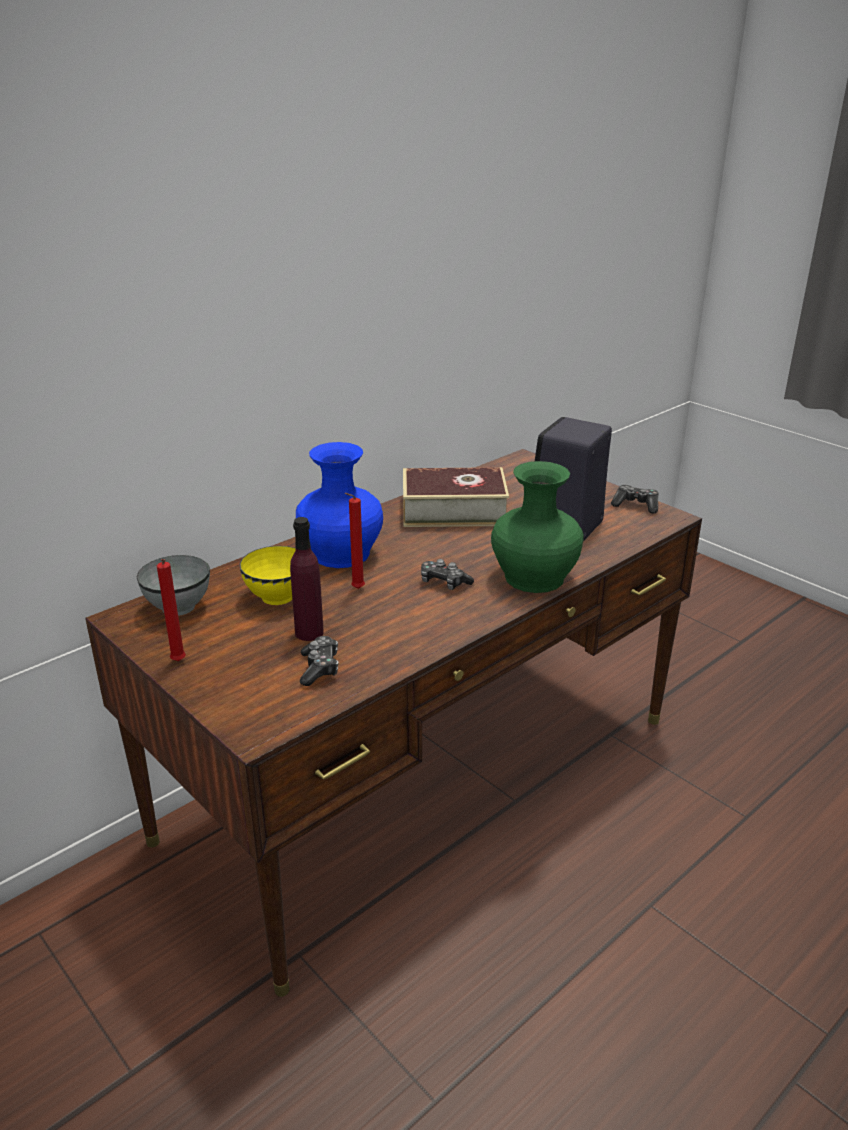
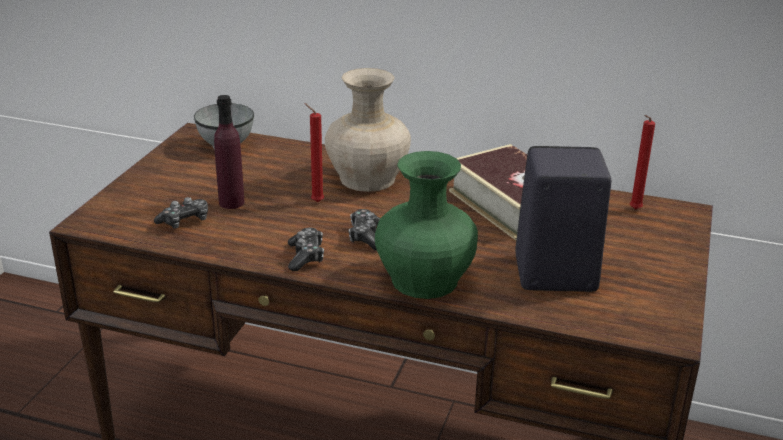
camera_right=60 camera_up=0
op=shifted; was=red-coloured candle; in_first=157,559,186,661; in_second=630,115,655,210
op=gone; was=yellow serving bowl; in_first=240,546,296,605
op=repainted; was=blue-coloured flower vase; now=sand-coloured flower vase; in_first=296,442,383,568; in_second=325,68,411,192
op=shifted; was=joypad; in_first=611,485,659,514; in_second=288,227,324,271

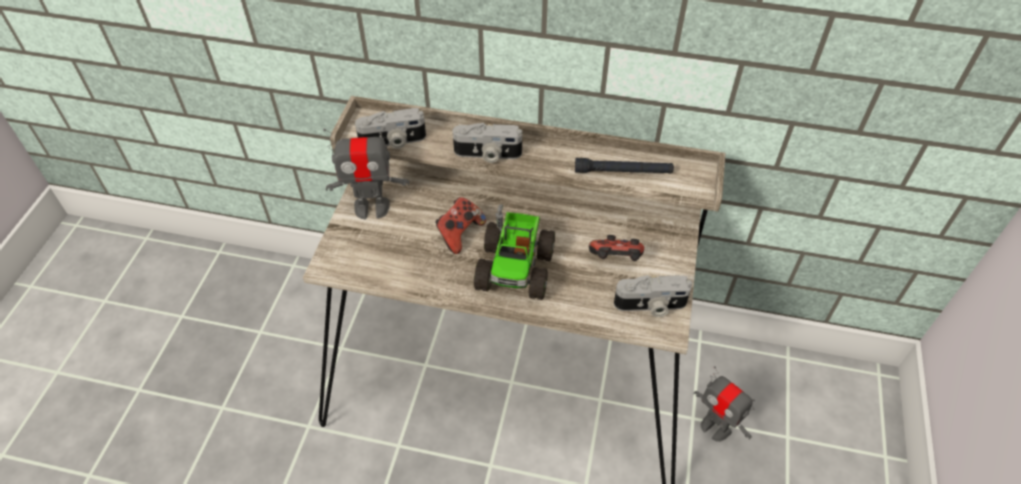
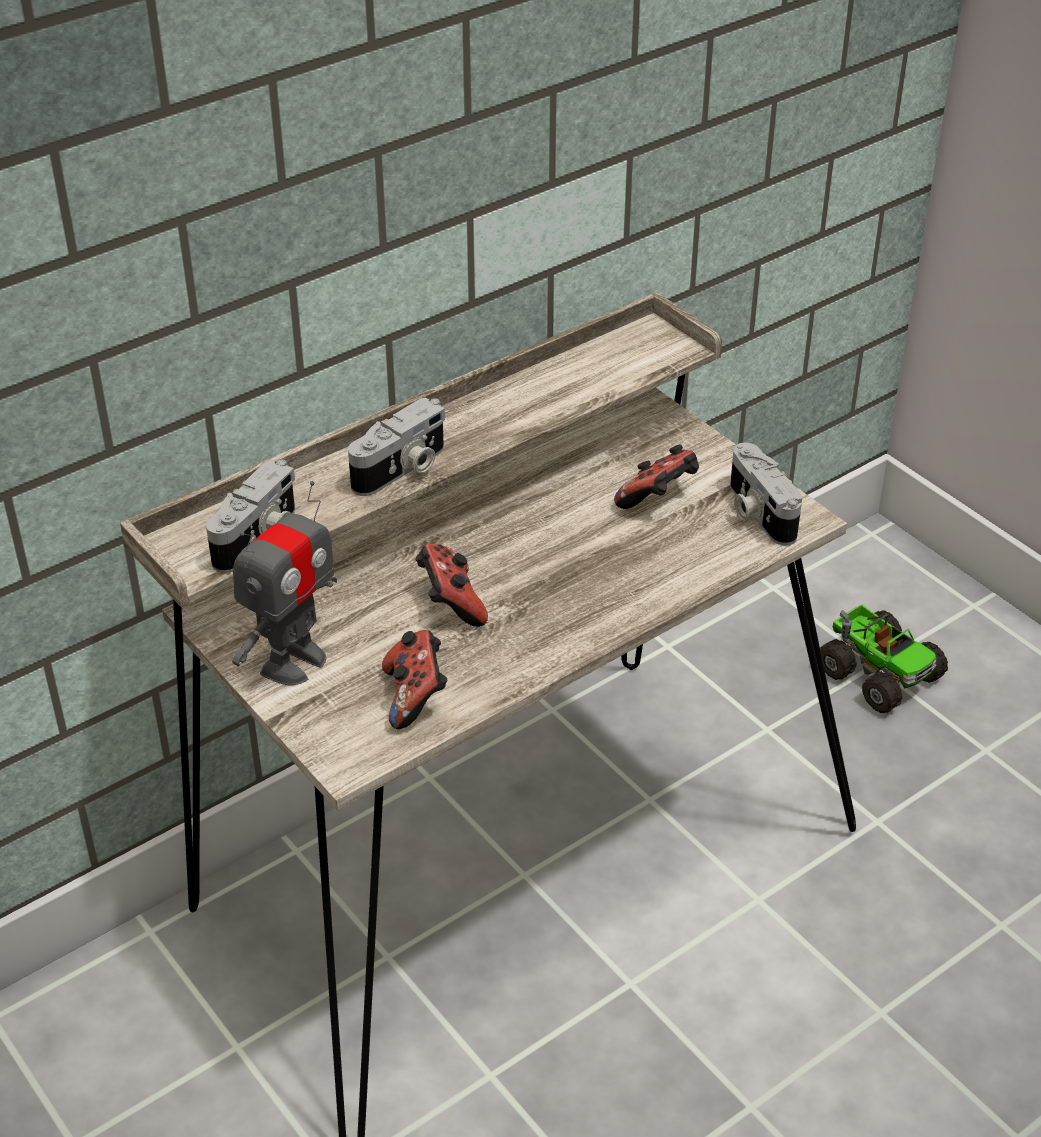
camera_right=-50 camera_up=-10
op=shifted; was=model truck; in_first=474,204,555,300; in_second=820,604,948,713
op=gone; was=black hand torch; in_first=575,158,674,173
op=rotated; was=still camera; in_first=614,275,692,317; in_second=730,443,802,545; clockwise=120
op=gone; was=toy robot; in_first=693,366,755,442
op=new; now=joypad; in_second=382,630,447,729

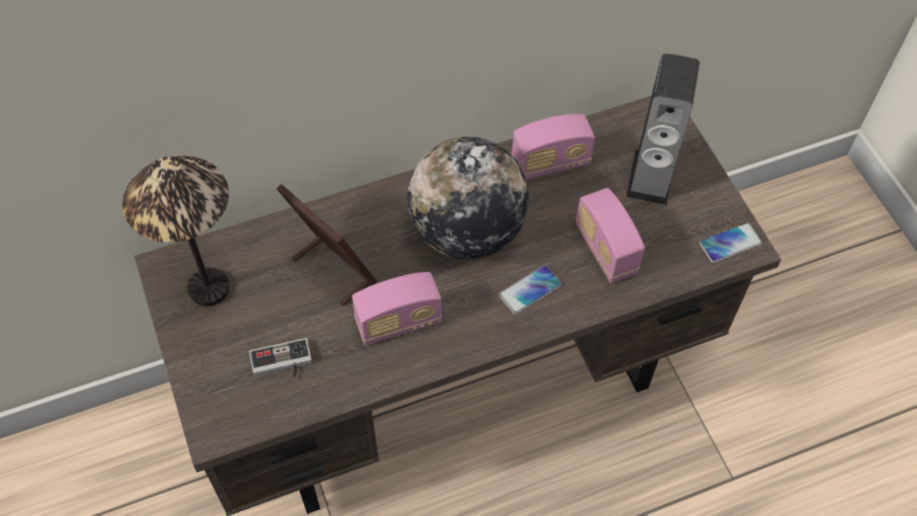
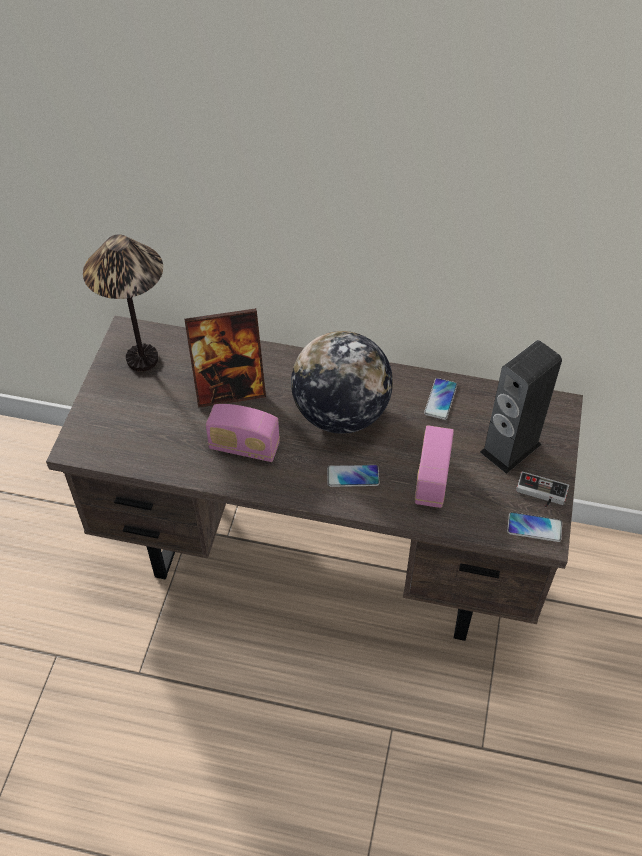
camera_right=35 camera_up=-5
op=shifted; was=joypad; in_first=249,338,312,377; in_second=516,471,569,507
op=rotated; was=photo frame; in_first=276,184,377,306; in_second=184,308,266,408; clockwise=90
op=swapped; was=radio set; now=phone; in_first=511,114,595,180; in_second=424,378,457,420

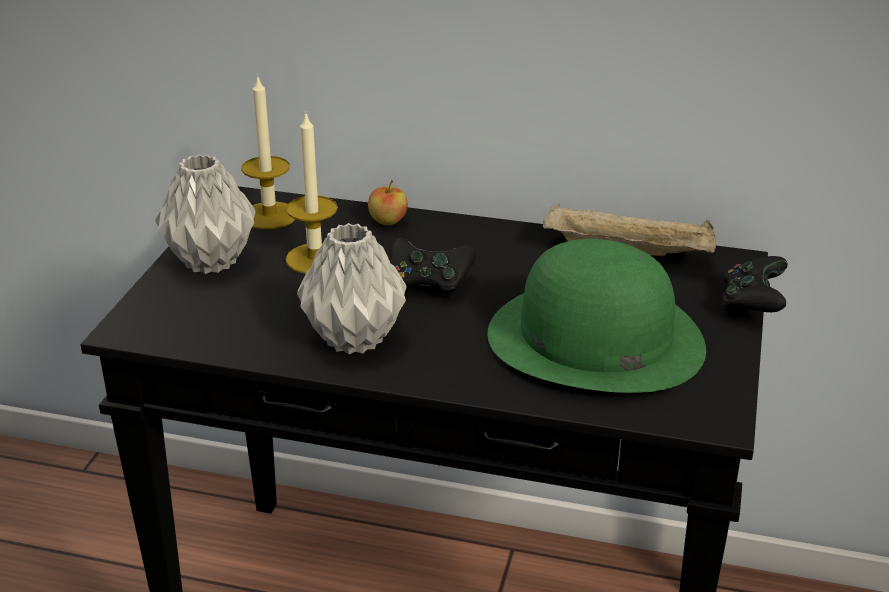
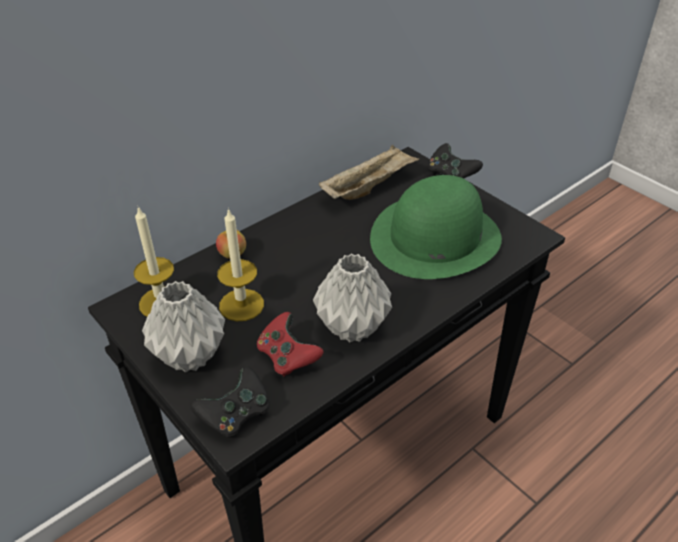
camera_right=-55 camera_up=10
op=shifted; was=black joypad; in_first=390,237,476,298; in_second=190,366,270,438
op=new; now=red-coloured joypad; in_second=257,312,323,376

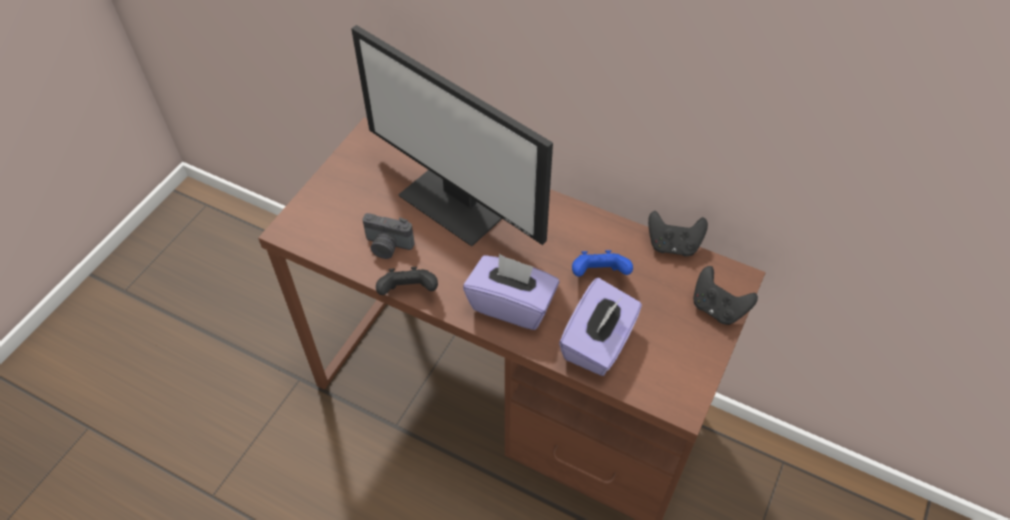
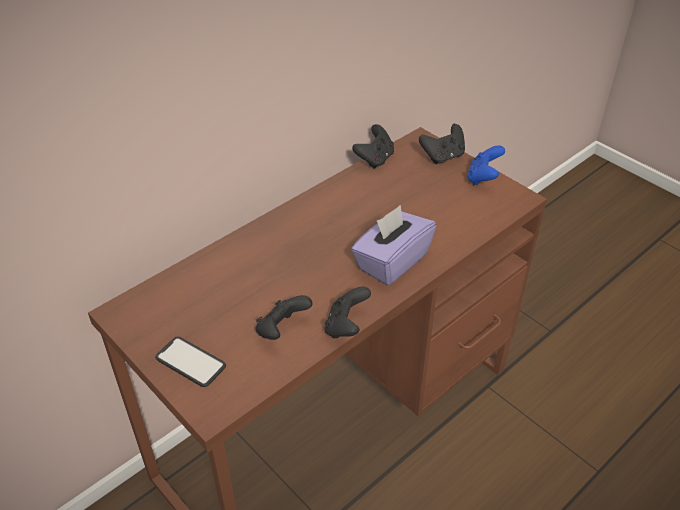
camera_right=-70 camera_up=-10
op=gone; was=computer display; in_first=351,25,553,246
op=swapped; was=still camera; now=black joypad; in_first=362,213,415,259; in_second=256,295,312,340
op=gone; was=purple tissue box; in_first=559,278,642,376
op=shifted; was=blue-coloured joypad; in_first=572,250,633,277; in_second=467,145,505,185
op=new; now=phone; in_second=155,336,226,387

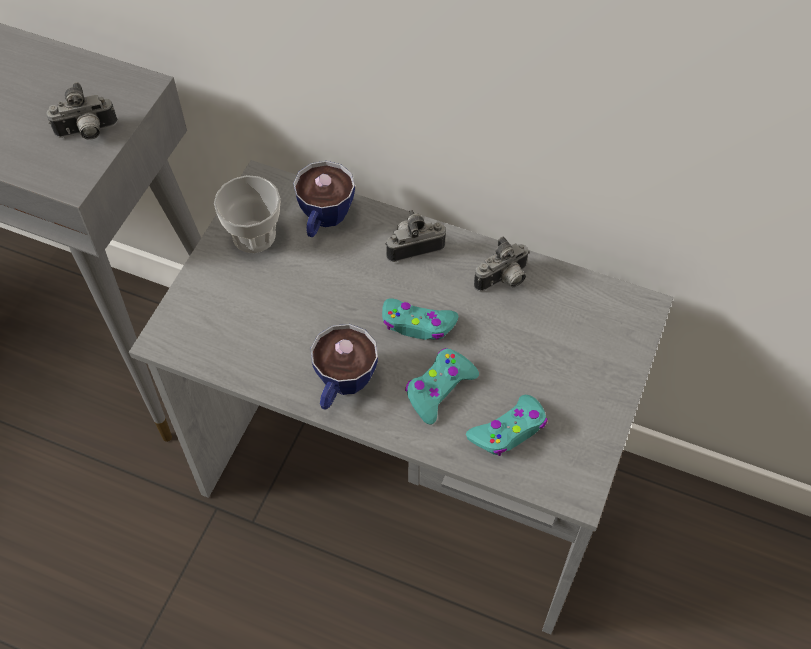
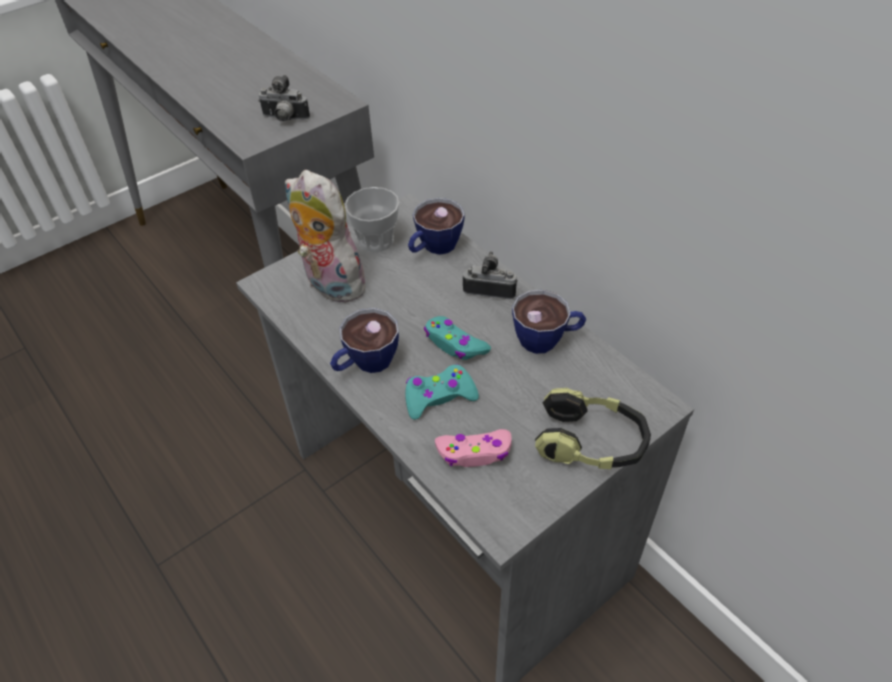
camera_right=30 camera_up=-10
op=repainted; was=turquoise-coloured joypad; now=pink-coloured joypad; in_first=466,395,548,456; in_second=435,429,512,467
op=swapped; was=still camera; now=drinking cup; in_first=474,237,530,292; in_second=512,290,586,354
op=new; now=plush toy; in_second=285,170,373,303
op=new; now=pair of headphones; in_second=535,388,651,469

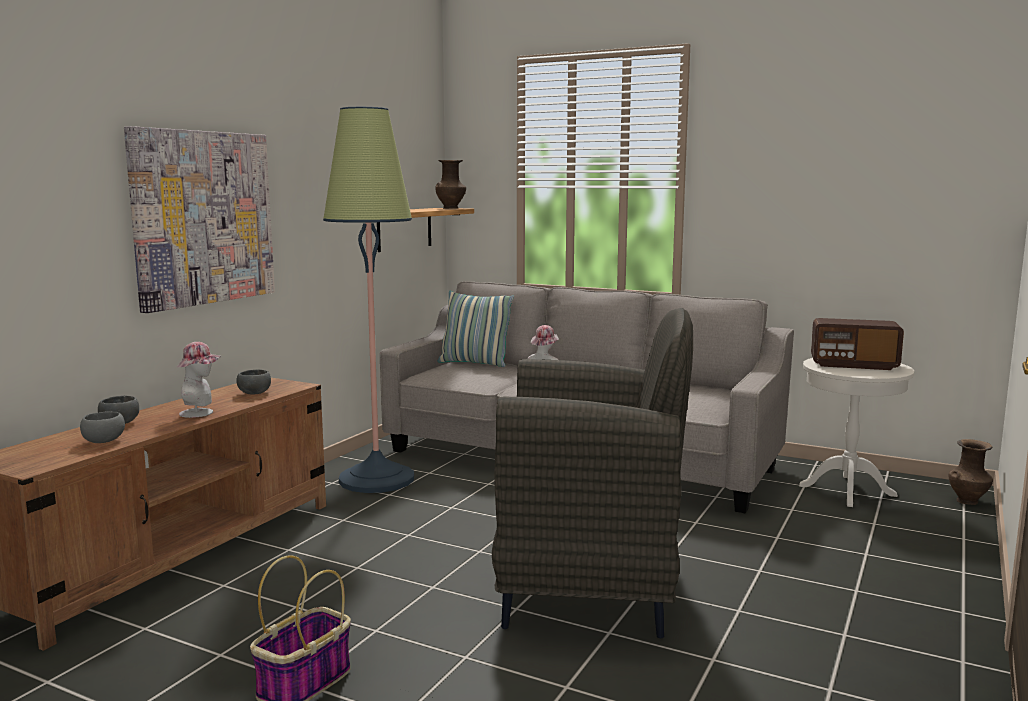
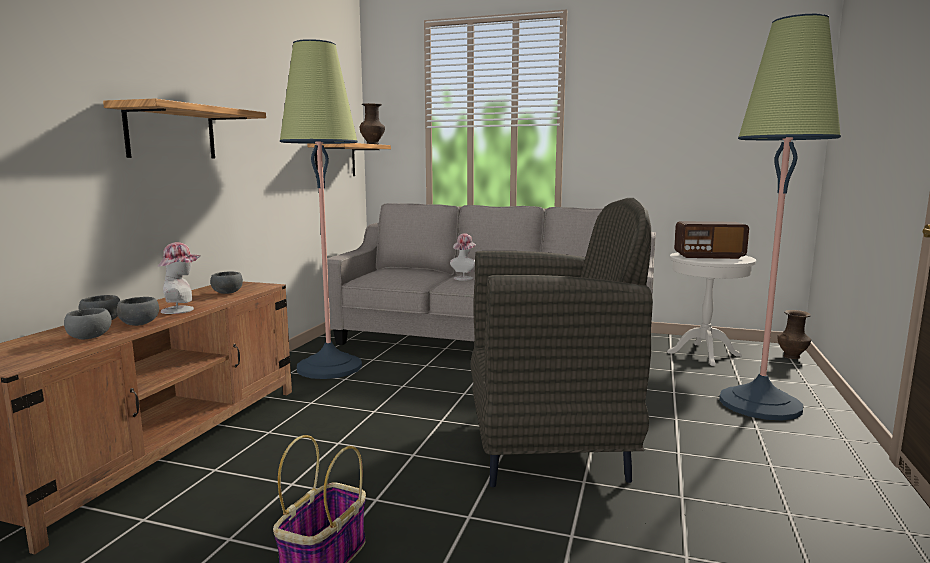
camera_right=-10 camera_up=0
op=swapped; was=wall picture; now=shelf; in_first=124,126,275,313; in_second=103,98,266,158
op=gone; was=pillow; in_first=438,291,514,367
op=new; now=gray serving bowl; in_second=117,297,159,326
op=new; now=standard lamp; in_second=719,14,841,421

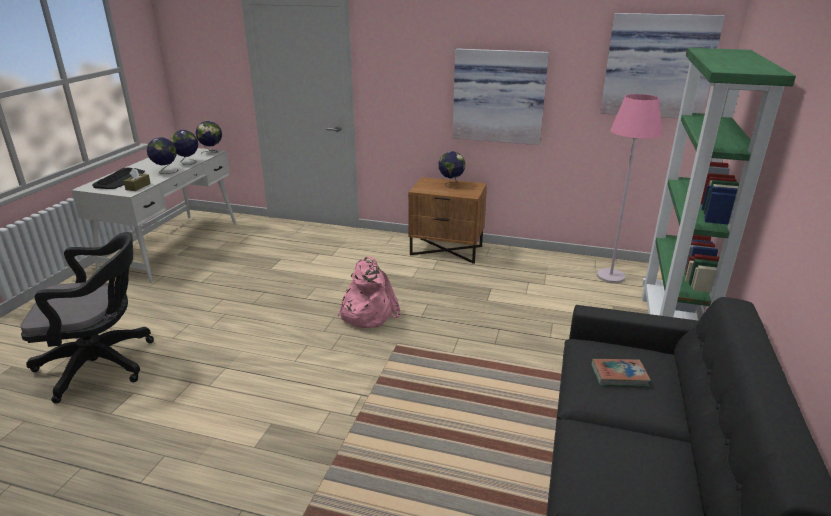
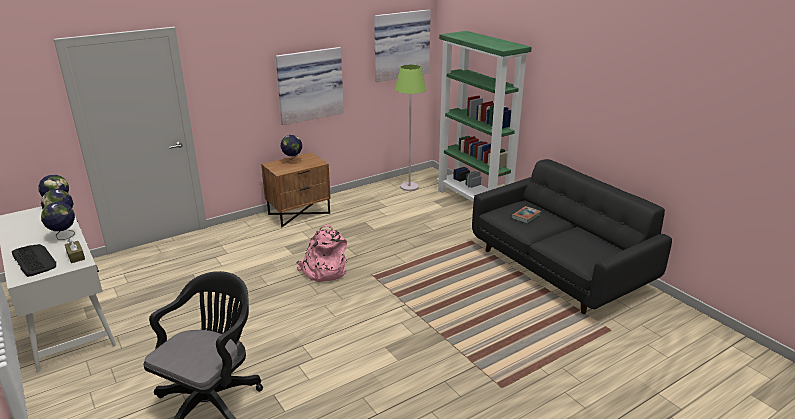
camera_right=-50 camera_up=0
op=repainted; was=pink-coloured standard lamp; now=green-coloured standard lamp; in_first=597,94,662,283; in_second=395,64,427,191

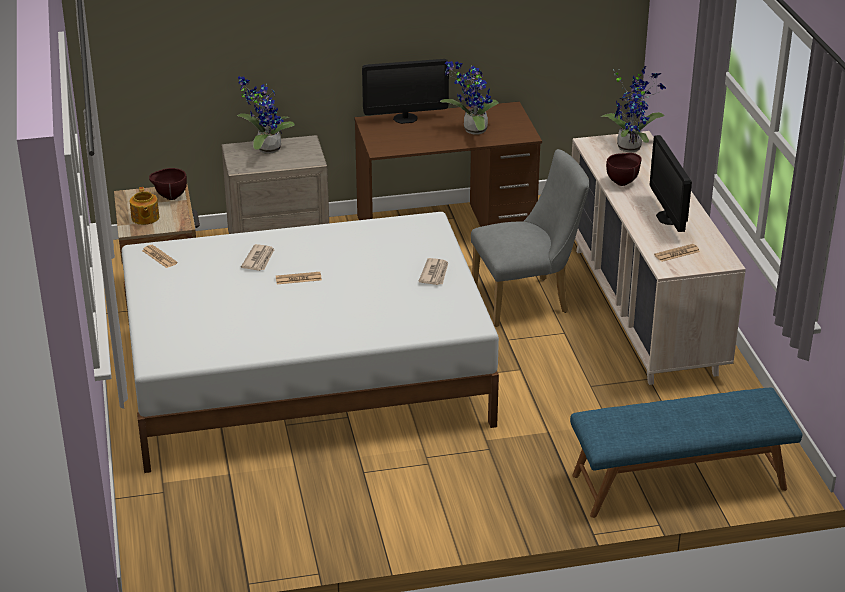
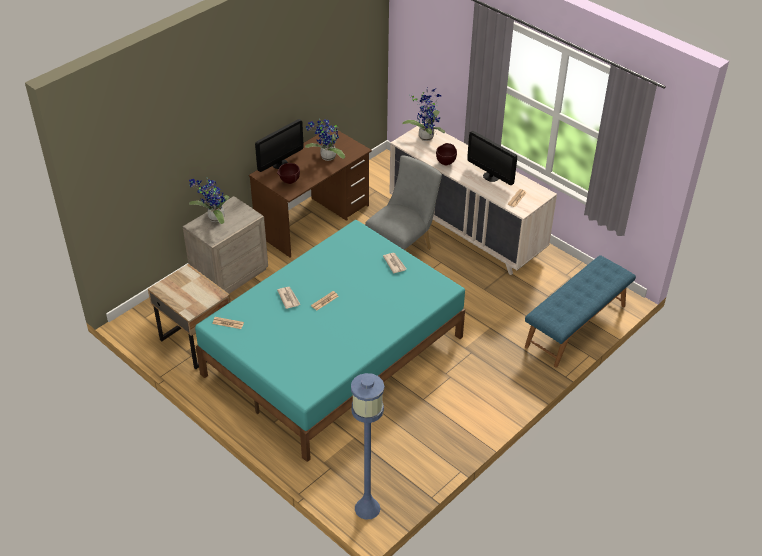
camera_right=-35 camera_up=10
op=repainted; was=white-coloured sleeping bed; now=turquoise-coloured sleeping bed; in_first=122,212,499,473; in_second=195,220,465,462
op=gone; was=pot for tea; in_first=130,187,159,225
op=shifted; was=brown serving bowl; in_first=149,168,187,200; in_second=277,163,300,184
op=new; now=blue-coloured standard lamp; in_second=351,373,384,520

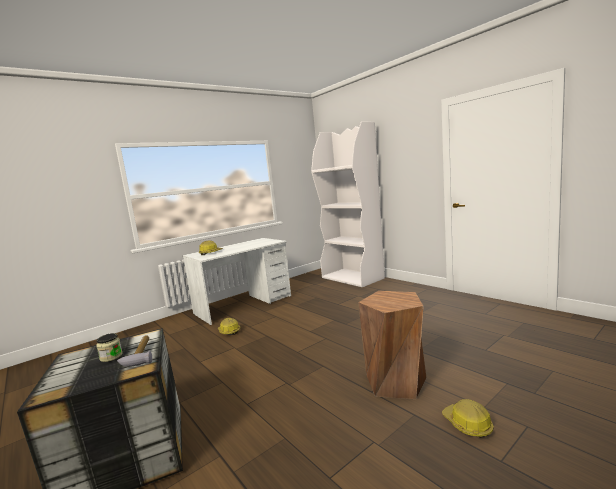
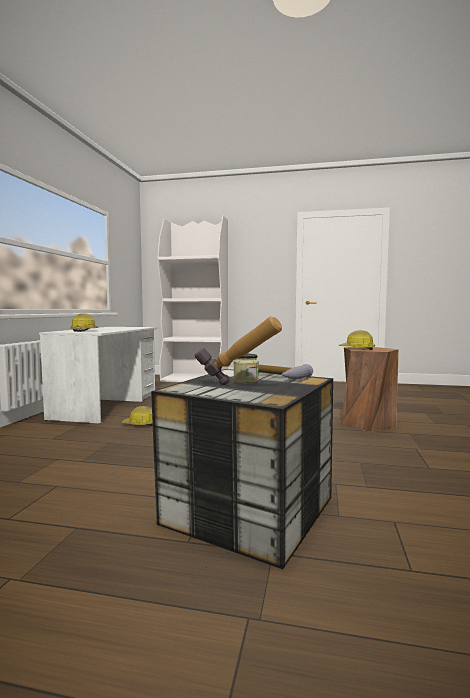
camera_right=-40 camera_up=-5
op=shifted; was=work helmet; in_first=442,399,493,438; in_second=339,330,375,350
op=new; now=hammer; in_second=194,316,282,385

